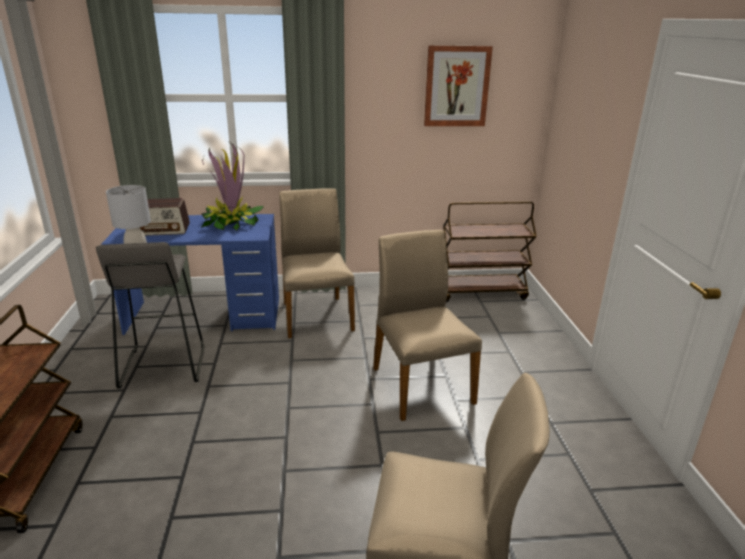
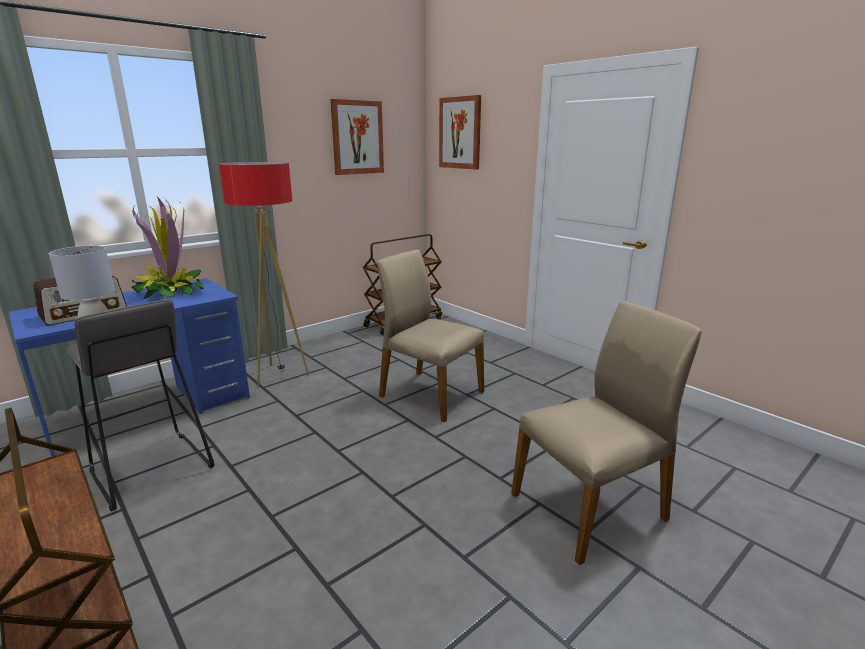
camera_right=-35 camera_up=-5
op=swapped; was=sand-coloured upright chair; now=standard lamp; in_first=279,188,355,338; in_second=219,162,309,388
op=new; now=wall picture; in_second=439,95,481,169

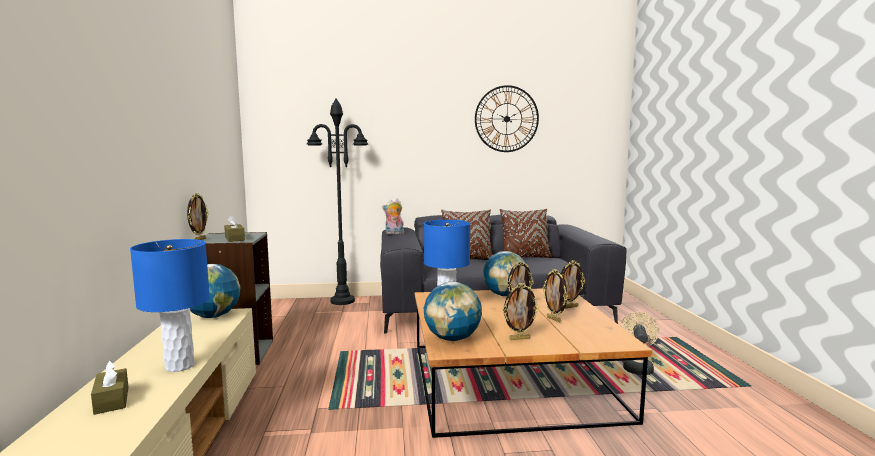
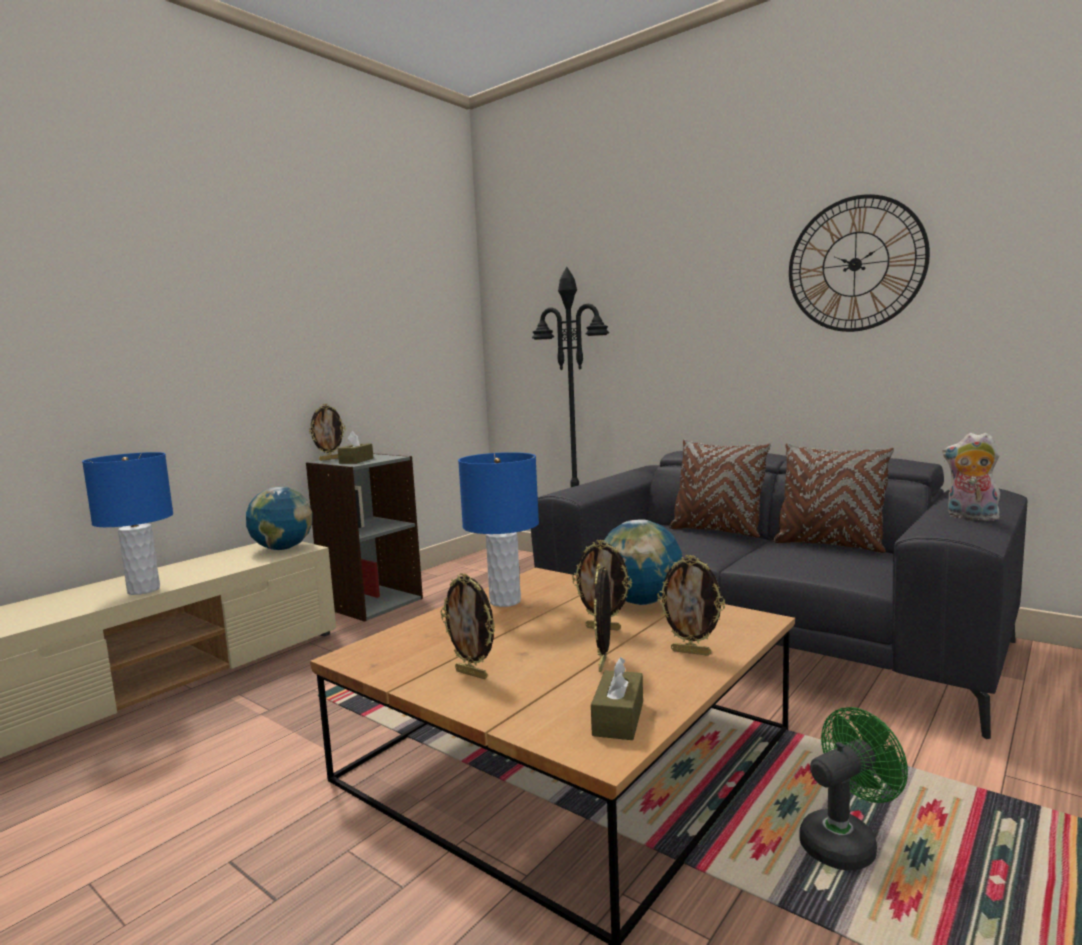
camera_right=45 camera_up=0
op=shifted; was=brown tissue box; in_first=91,360,128,415; in_second=591,657,643,740
op=shifted; was=plush toy; in_first=382,198,404,234; in_second=943,433,1000,521
op=gone; was=desk globe; in_first=424,282,482,341
op=repainted; was=sand-coloured fan; now=green-coloured fan; in_first=620,312,659,375; in_second=799,707,908,870

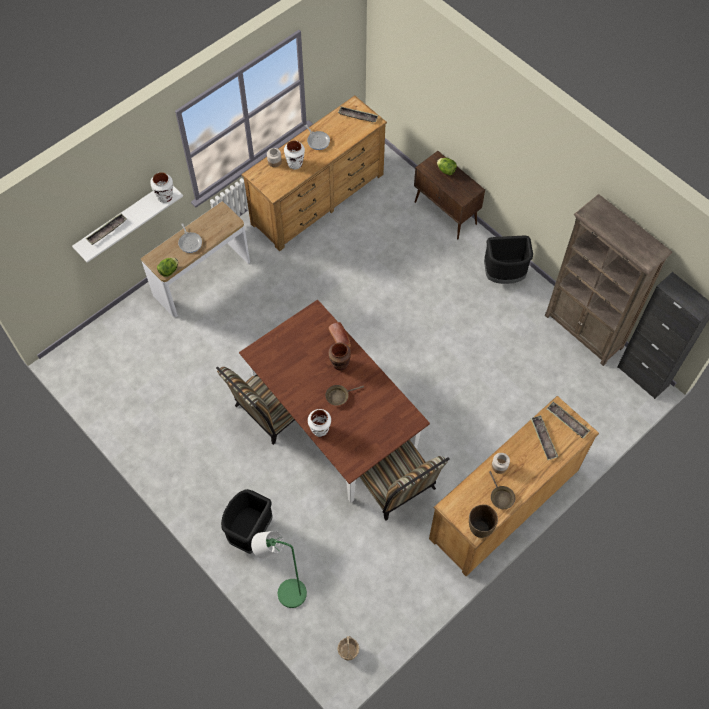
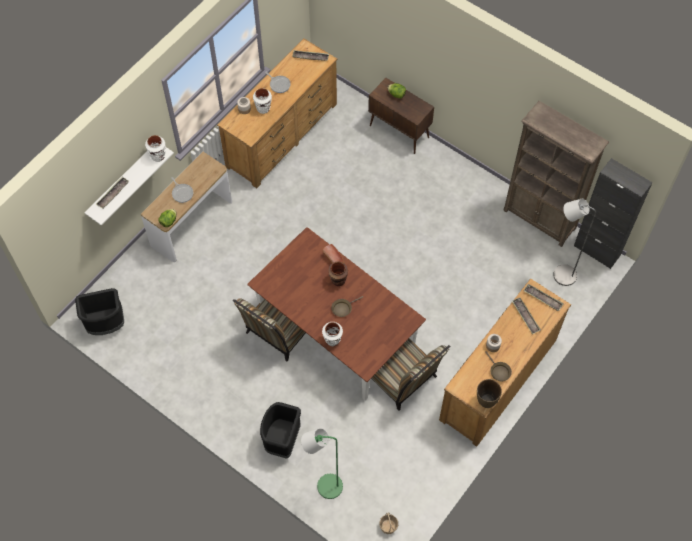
camera_right=-10 camera_up=0
op=shifted; was=black trash can; in_first=484,236,533,284; in_second=75,288,124,335
op=new; now=gray standard lamp; in_second=553,199,596,286

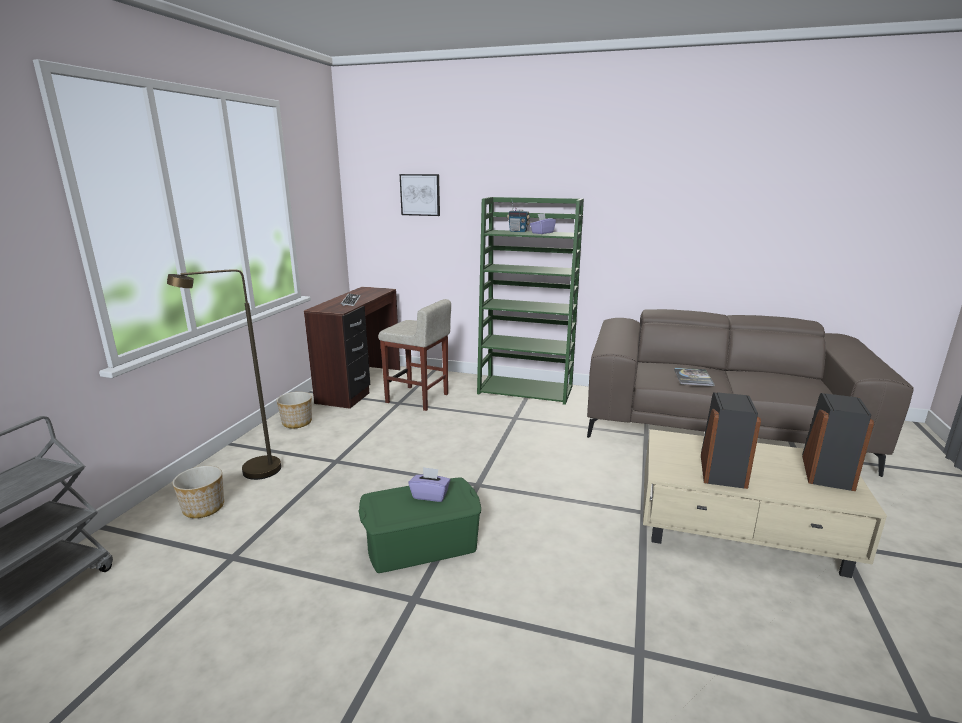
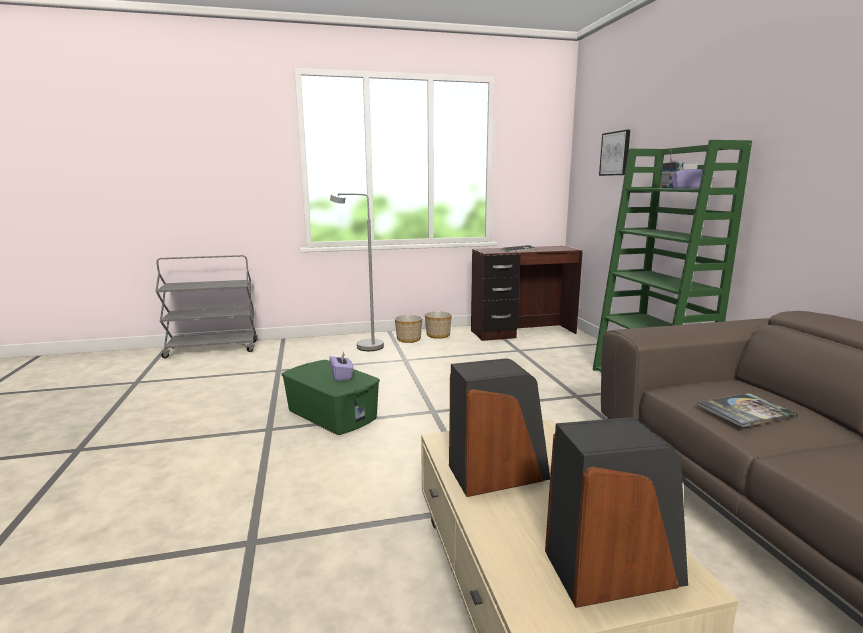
camera_right=60 camera_up=-5
op=repainted; was=brown standard lamp; now=gray standard lamp; in_first=167,269,281,480; in_second=330,193,384,351
op=shifted; was=planter; in_first=172,466,224,518; in_second=395,314,422,343
op=gone; was=sand-coloured sitting stool; in_first=378,299,451,411

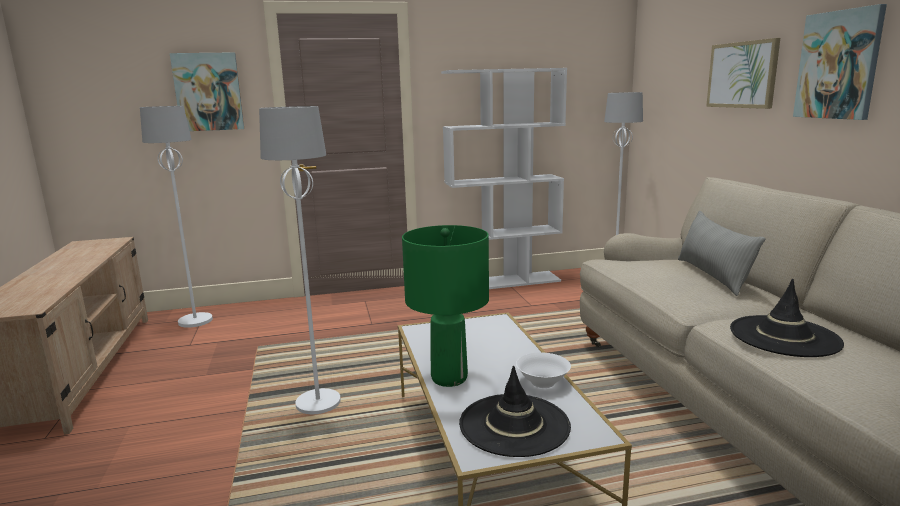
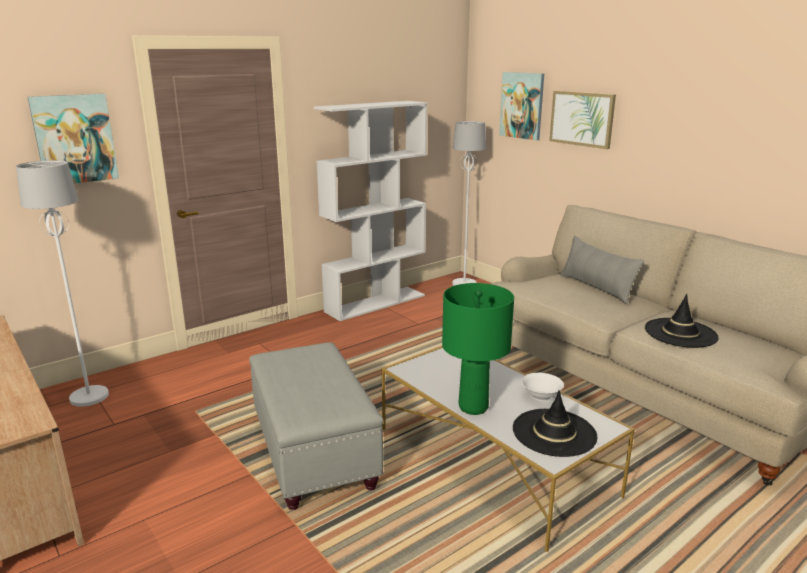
camera_right=-25 camera_up=5
op=swapped; was=white-coloured standard lamp; now=gray ottoman; in_first=259,106,341,414; in_second=249,342,383,510
op=shifted; was=wall picture; in_first=793,4,887,120; in_second=499,72,544,141

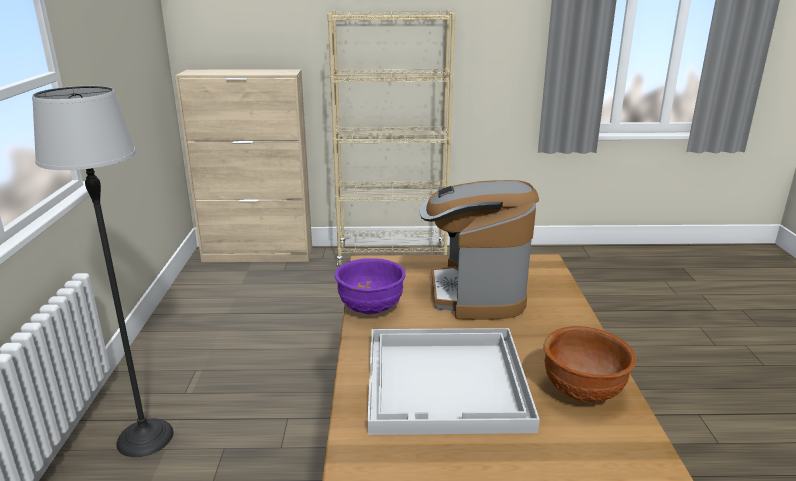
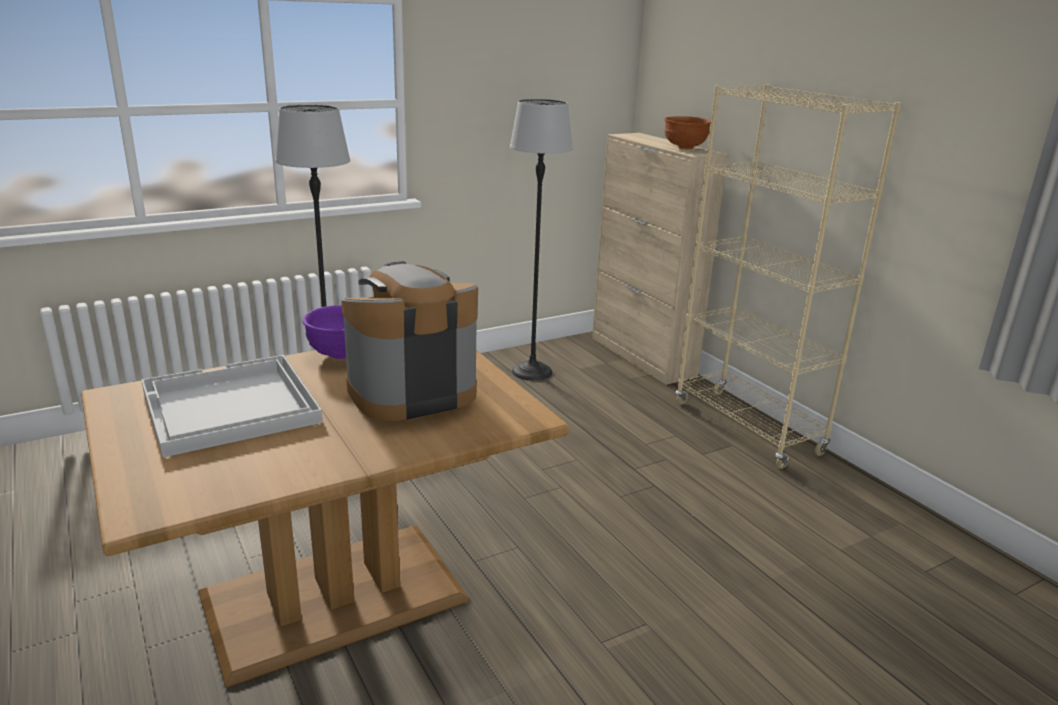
camera_right=60 camera_up=0
op=shifted; was=brown serving bowl; in_first=543,326,636,402; in_second=664,116,711,150
op=new; now=standard lamp; in_second=510,99,573,381

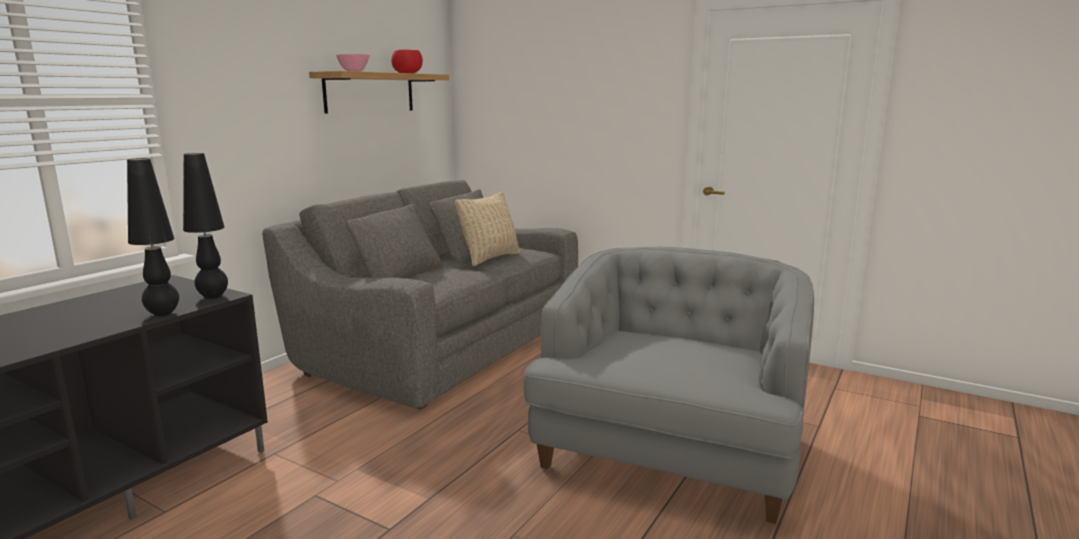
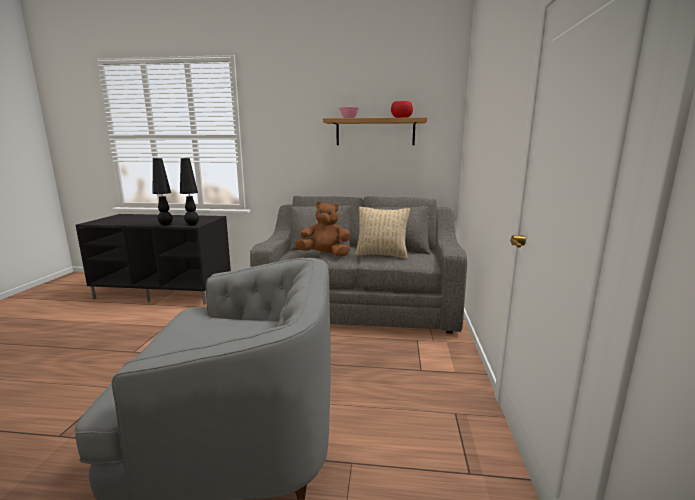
camera_right=65 camera_up=0
op=new; now=brown plush toy; in_second=295,202,351,257

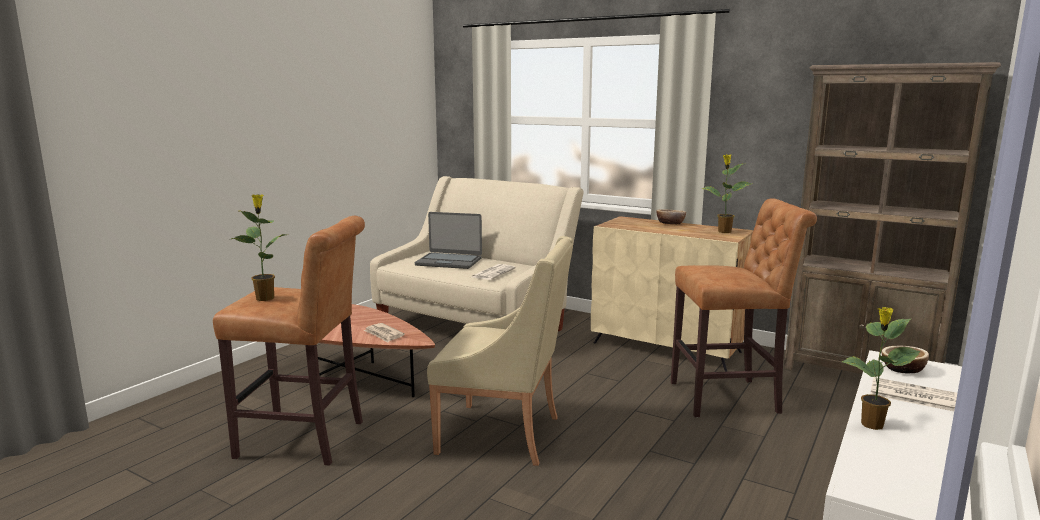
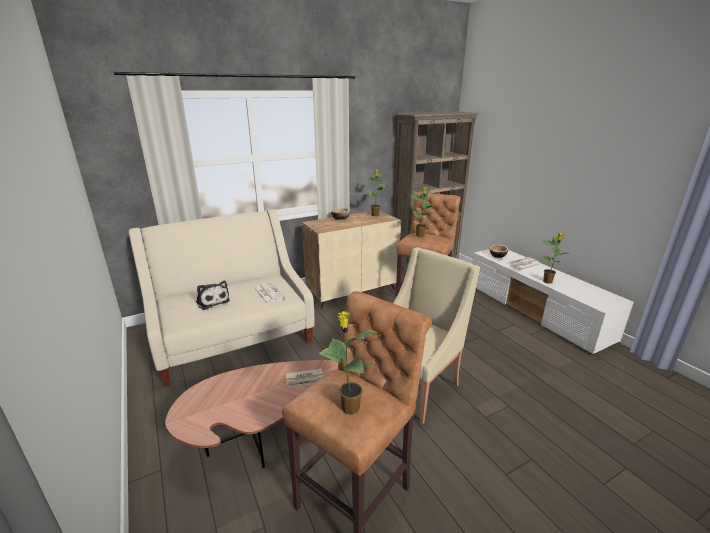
camera_right=-60 camera_up=10
op=swapped; was=laptop; now=plush toy; in_first=415,212,482,269; in_second=196,281,230,310
op=new; now=potted plant; in_second=411,187,434,237

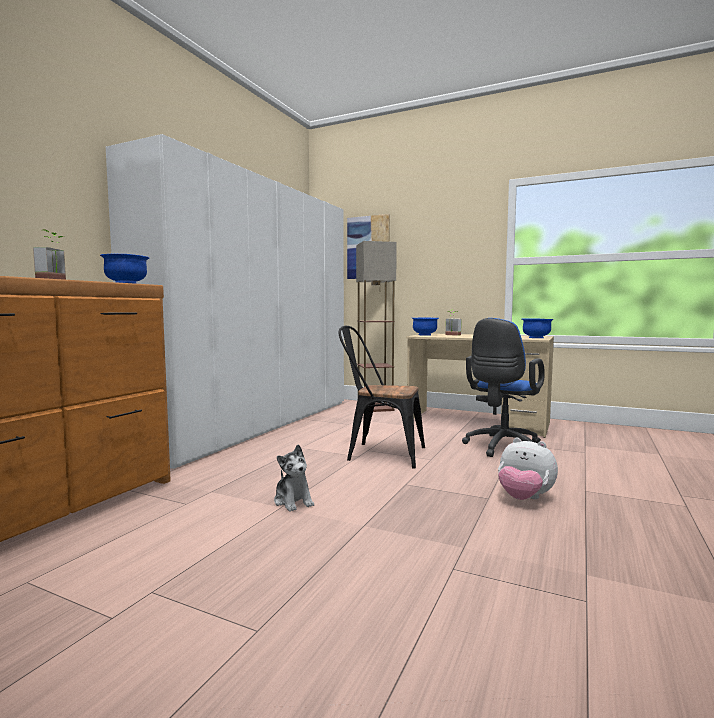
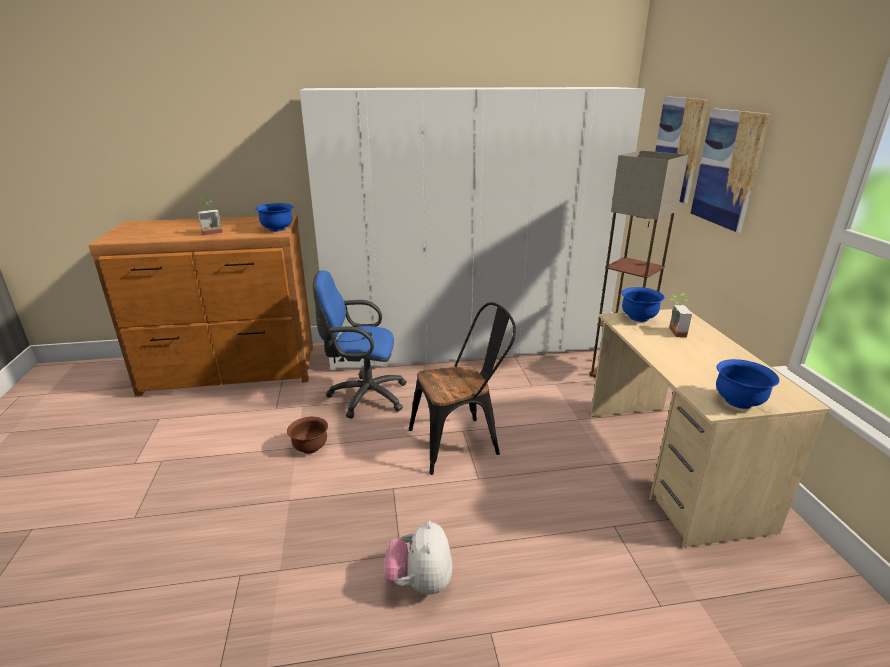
camera_right=55 camera_up=20
op=swapped; was=plush toy; now=brown serving bowl; in_first=274,444,314,511; in_second=287,417,328,454
op=rotated; was=black upright chair; in_first=338,326,425,469; in_second=409,302,516,475; clockwise=90
op=shifted; was=blue-coloured computer chair; in_first=462,318,545,457; in_second=313,271,406,419
op=new; now=wall picture; in_second=691,108,770,233

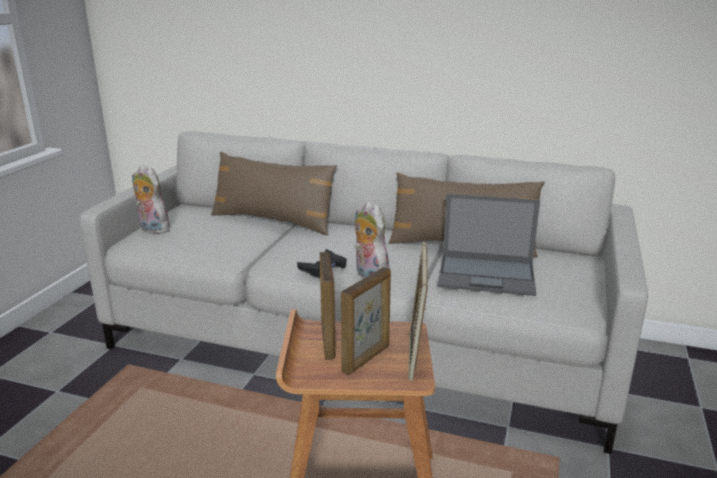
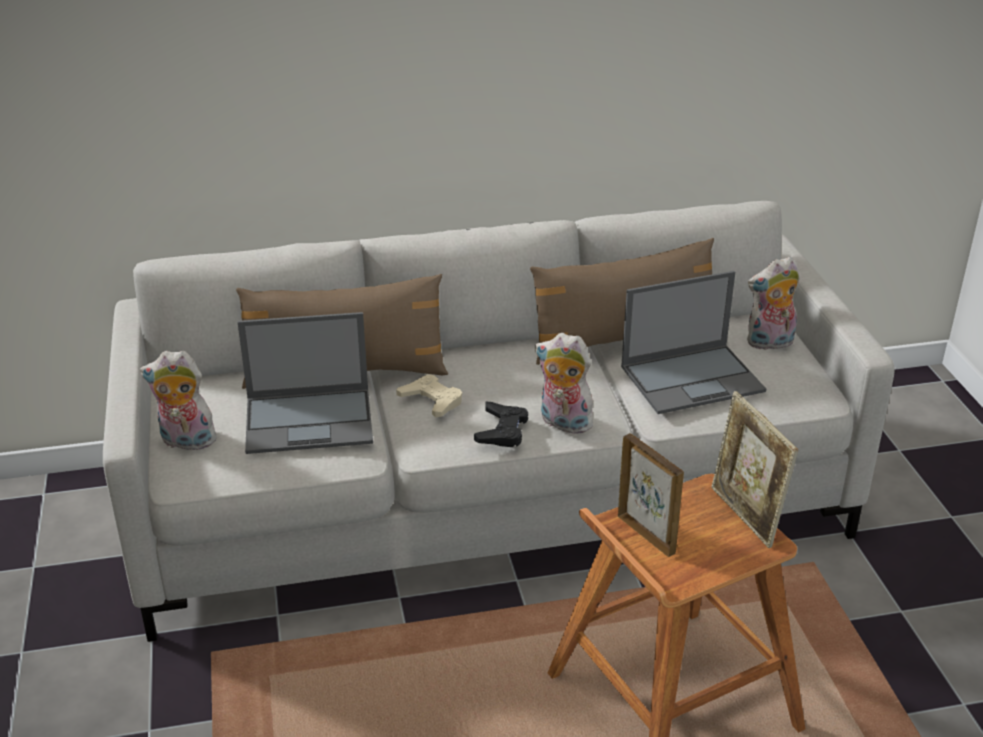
camera_right=-30 camera_up=10
op=gone; was=photo frame; in_first=341,267,391,375
op=new; now=laptop; in_second=237,312,373,454
op=new; now=sand-coloured joypad; in_second=396,374,462,417
op=new; now=plush toy; in_second=747,257,800,351

